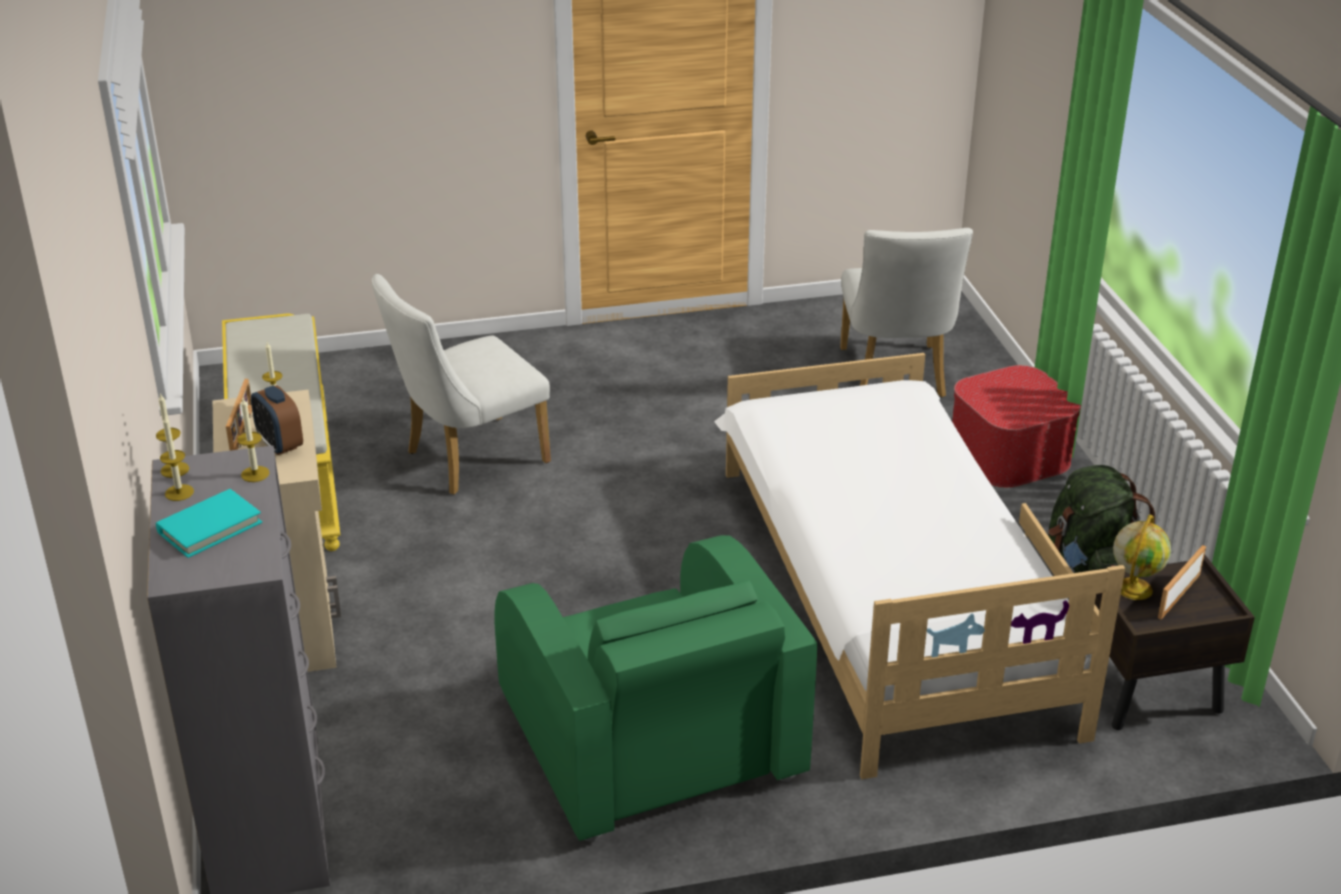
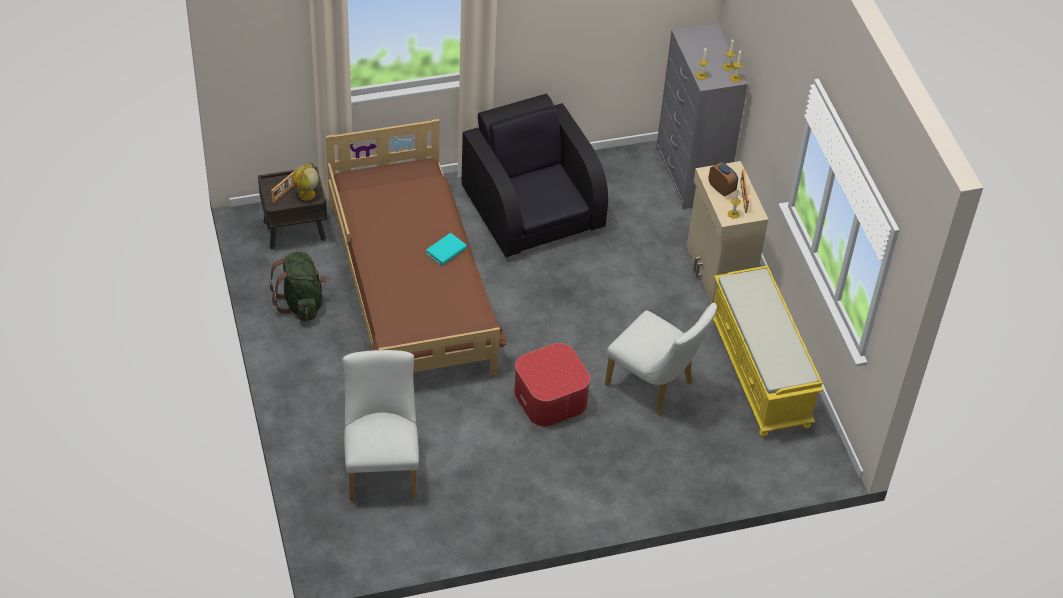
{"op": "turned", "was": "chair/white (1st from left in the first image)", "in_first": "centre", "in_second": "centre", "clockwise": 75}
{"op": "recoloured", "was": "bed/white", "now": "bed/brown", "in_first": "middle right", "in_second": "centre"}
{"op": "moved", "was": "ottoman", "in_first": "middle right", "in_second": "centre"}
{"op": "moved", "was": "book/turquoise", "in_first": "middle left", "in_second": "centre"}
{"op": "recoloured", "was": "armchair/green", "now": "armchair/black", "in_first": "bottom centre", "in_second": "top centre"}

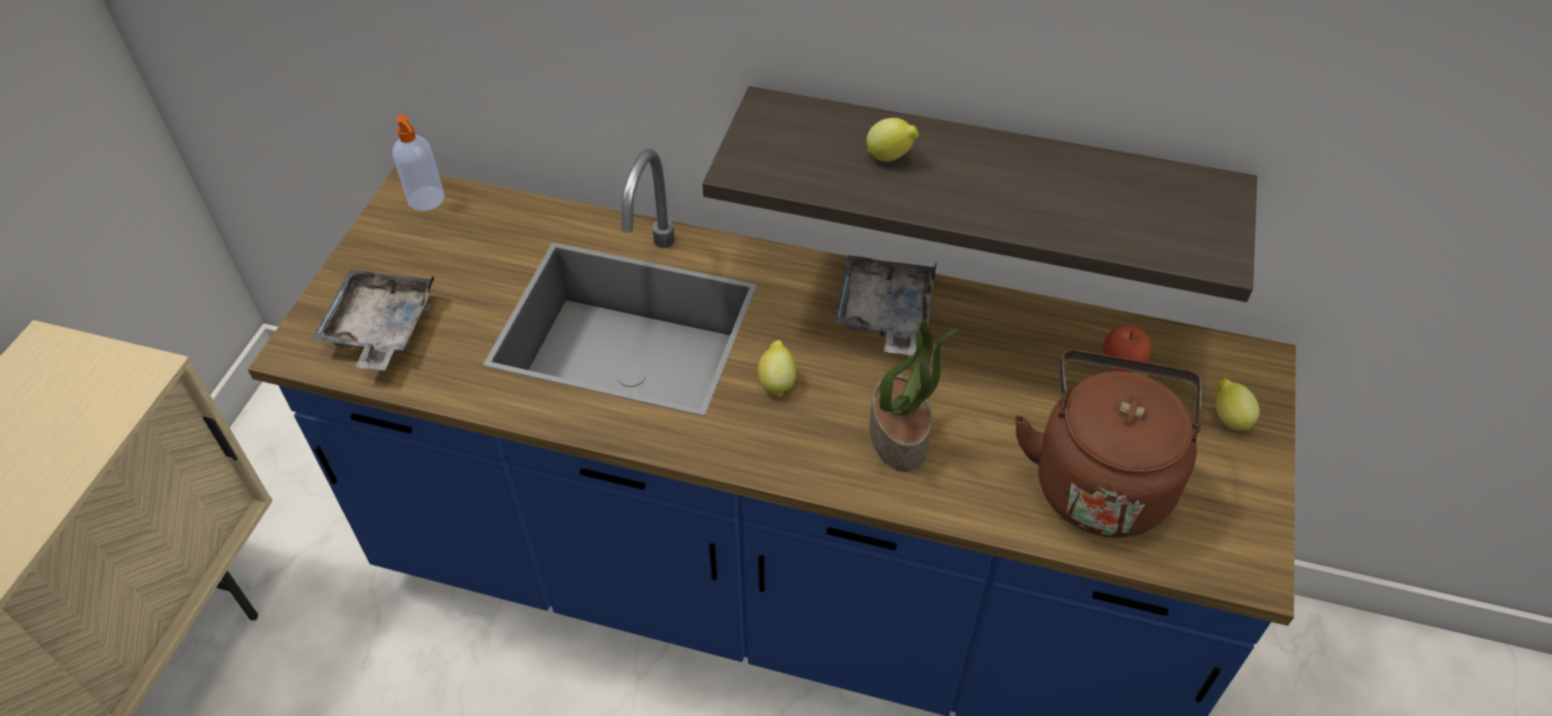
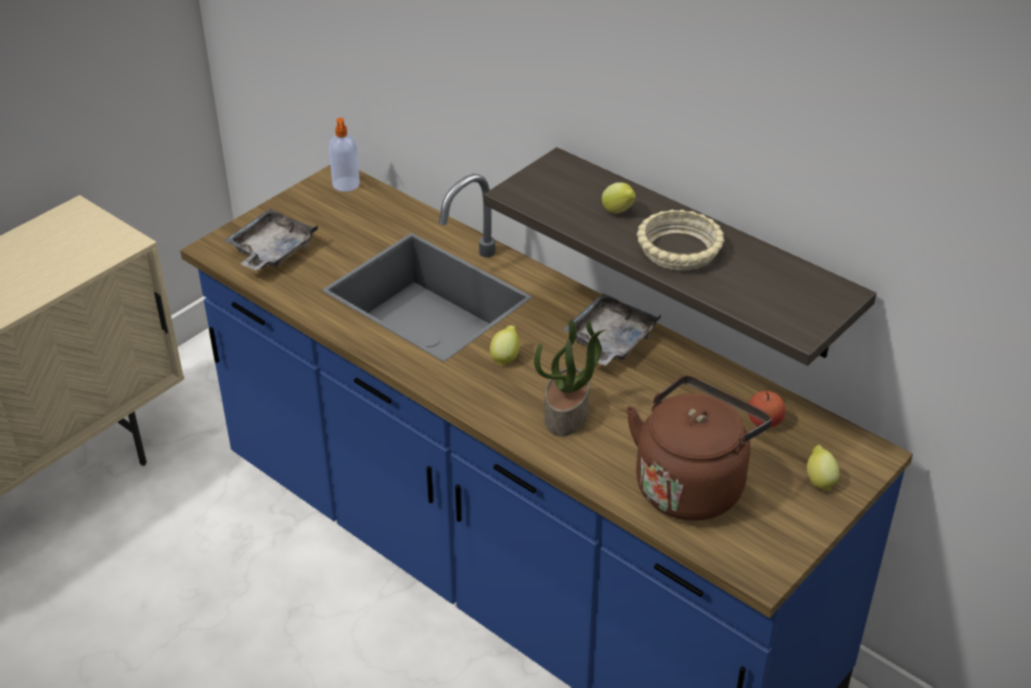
{"op": "added", "now": "bowl/beige", "in_second": "centre"}

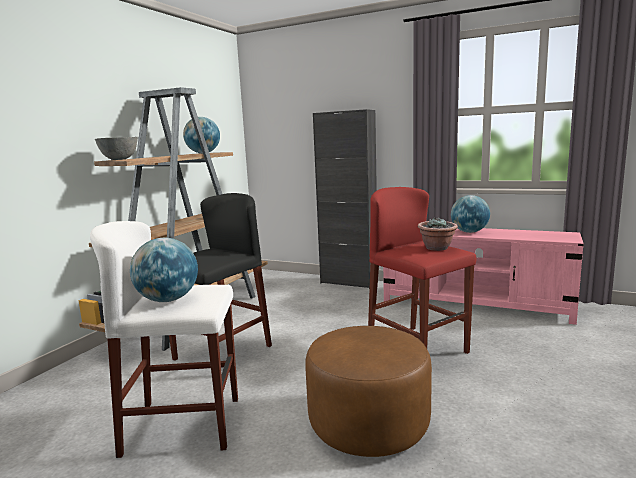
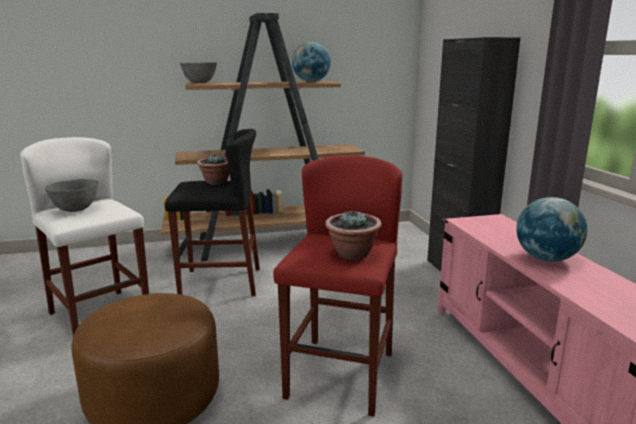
{"op": "replaced", "was": "globe (1st from left)", "now": "bowl/grey (1st from left)", "in_first": "middle left", "in_second": "middle left"}
{"op": "added", "now": "potted plant (1st from left)", "in_second": "centre"}

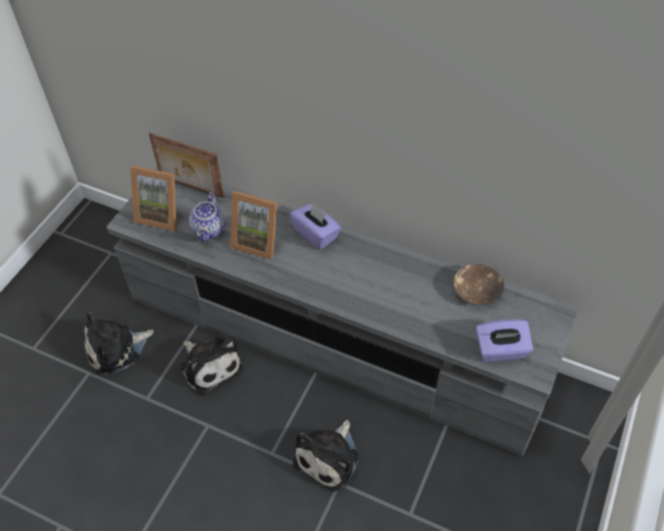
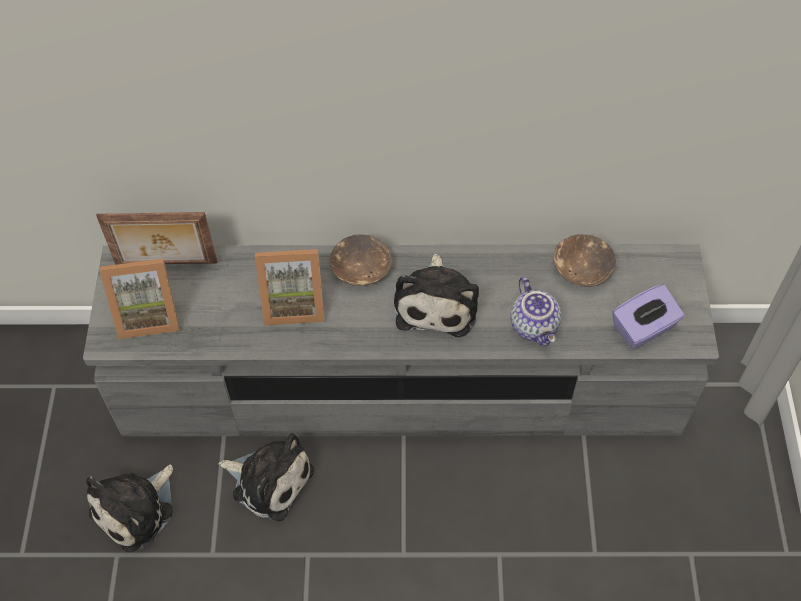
{"op": "moved", "was": "teapot", "in_first": "middle left", "in_second": "middle right"}
{"op": "replaced", "was": "tissue box/purple (1st from left)", "now": "bowl/brown (1st from left)", "in_first": "centre", "in_second": "centre"}
{"op": "moved", "was": "plush toy (3rd from left)", "in_first": "bottom centre", "in_second": "centre"}

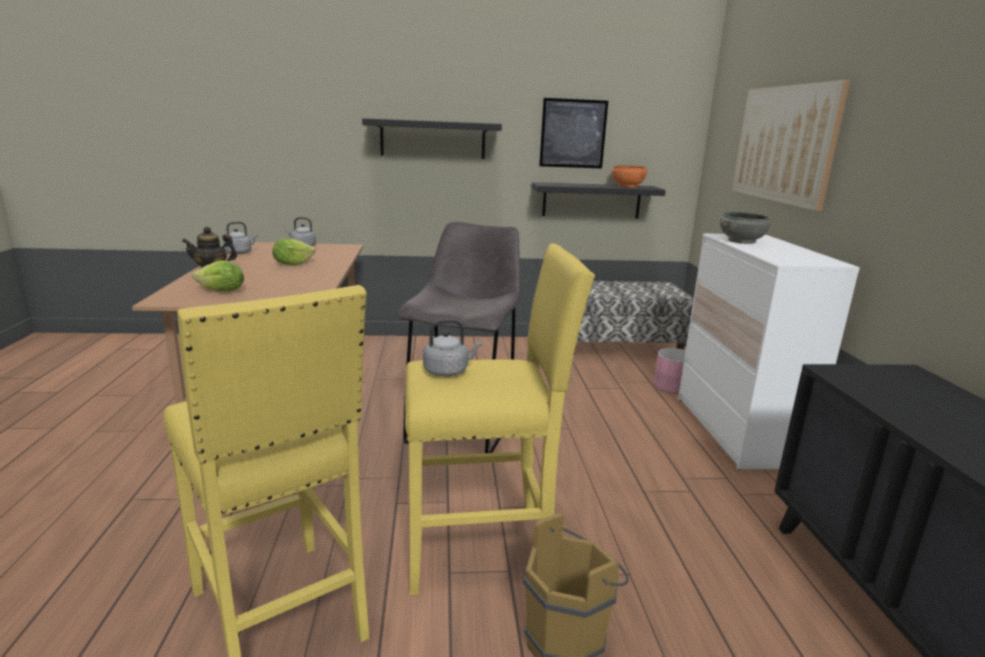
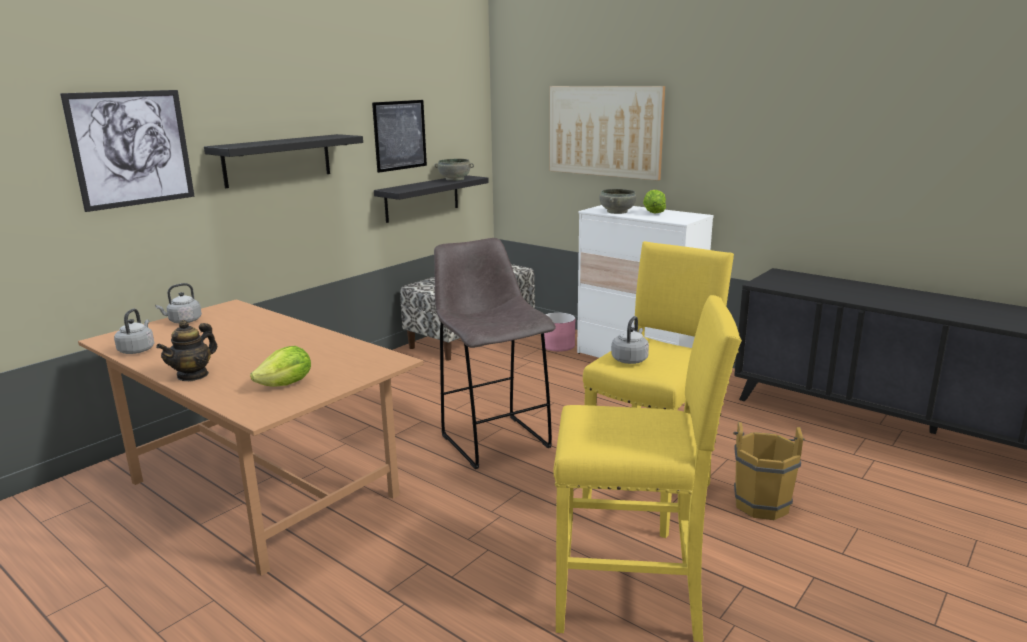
{"op": "recoloured", "was": "bowl/orange", "now": "bowl/grey (1st from left)", "in_first": "top centre", "in_second": "top centre"}
{"op": "moved", "was": "lettuce (2nd from left)", "in_first": "middle left", "in_second": "top centre"}
{"op": "added", "now": "picture (1st from left)", "in_second": "top left"}

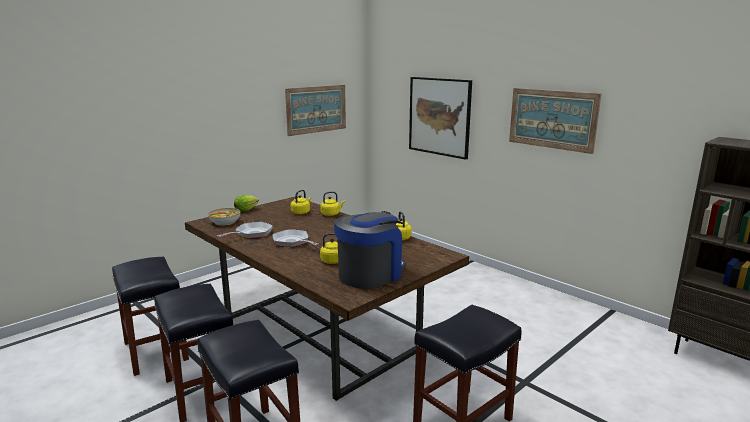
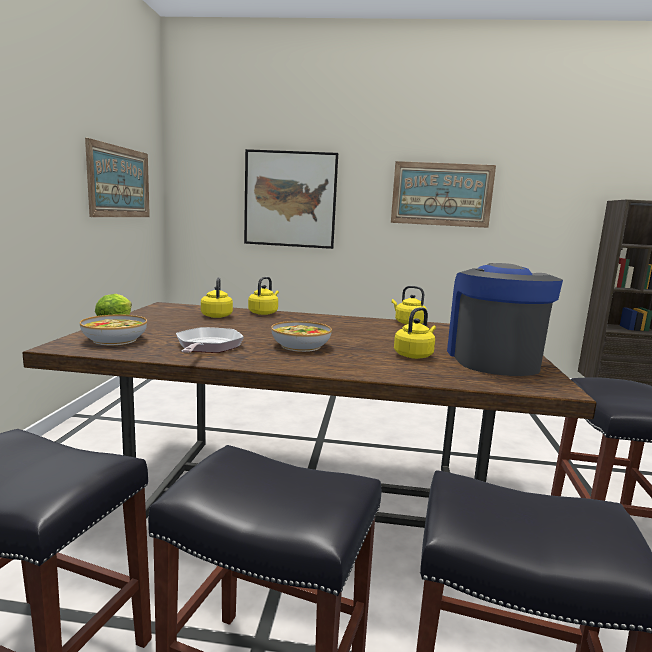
{"op": "replaced", "was": "frying pan (2nd from left)", "now": "bowl (2nd from left)", "in_first": "centre", "in_second": "centre"}

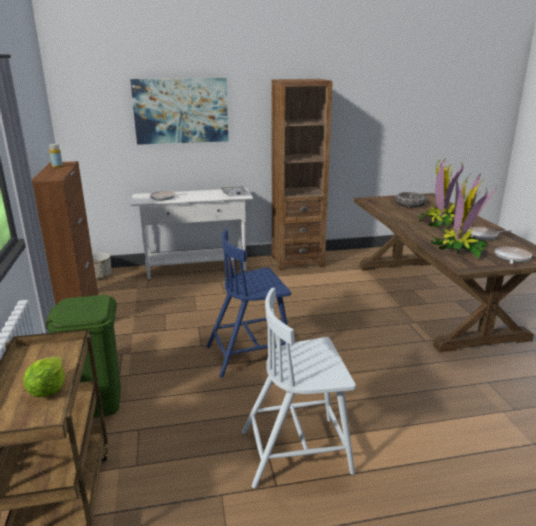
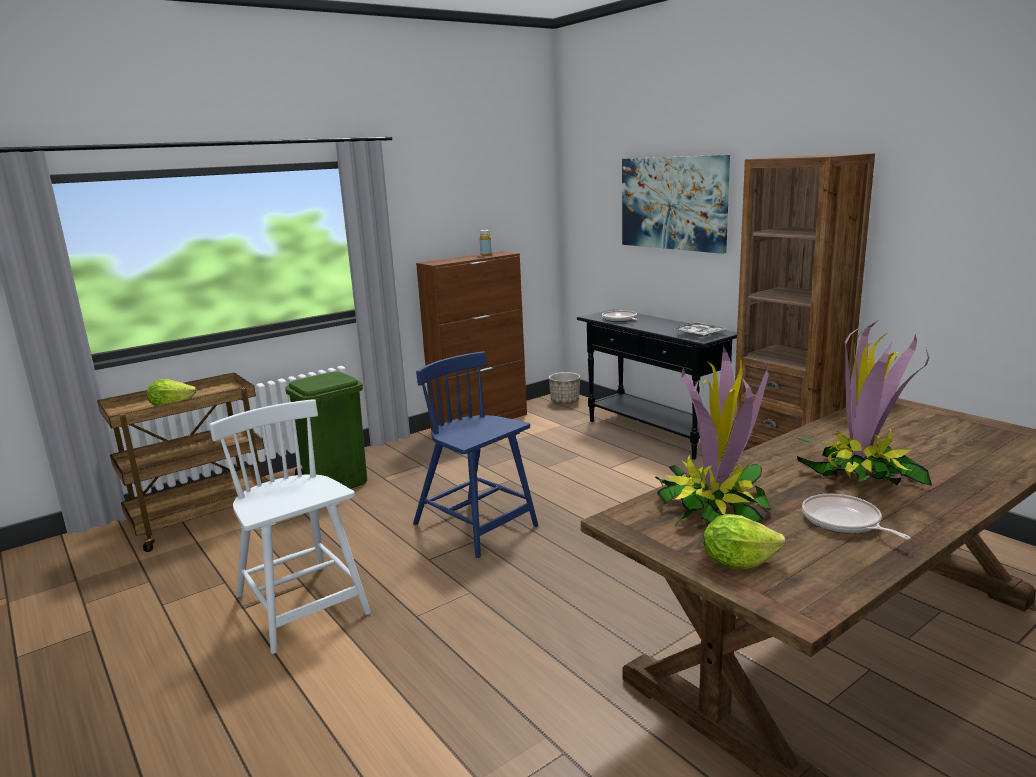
{"op": "recoloured", "was": "console table/white", "now": "console table/black", "in_first": "centre", "in_second": "centre"}
{"op": "removed", "was": "bowl", "in_first": "middle right"}
{"op": "replaced", "was": "frying pan (3rd from left)", "now": "lettuce (2nd from left)", "in_first": "middle right", "in_second": "bottom right"}

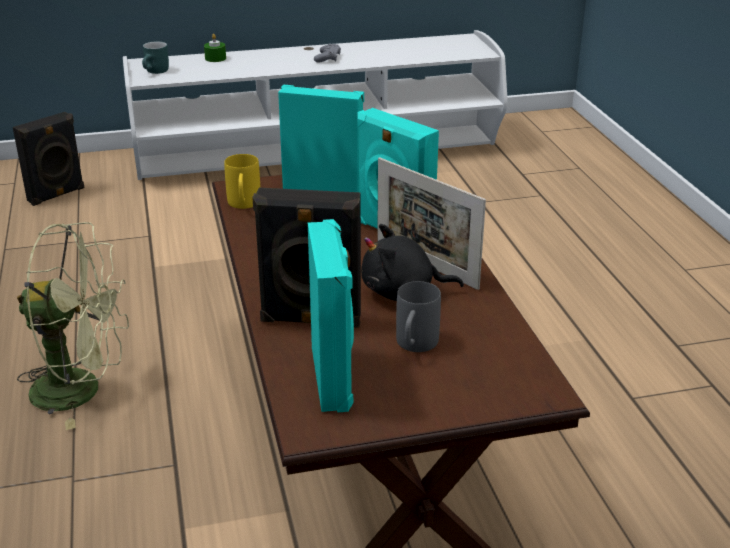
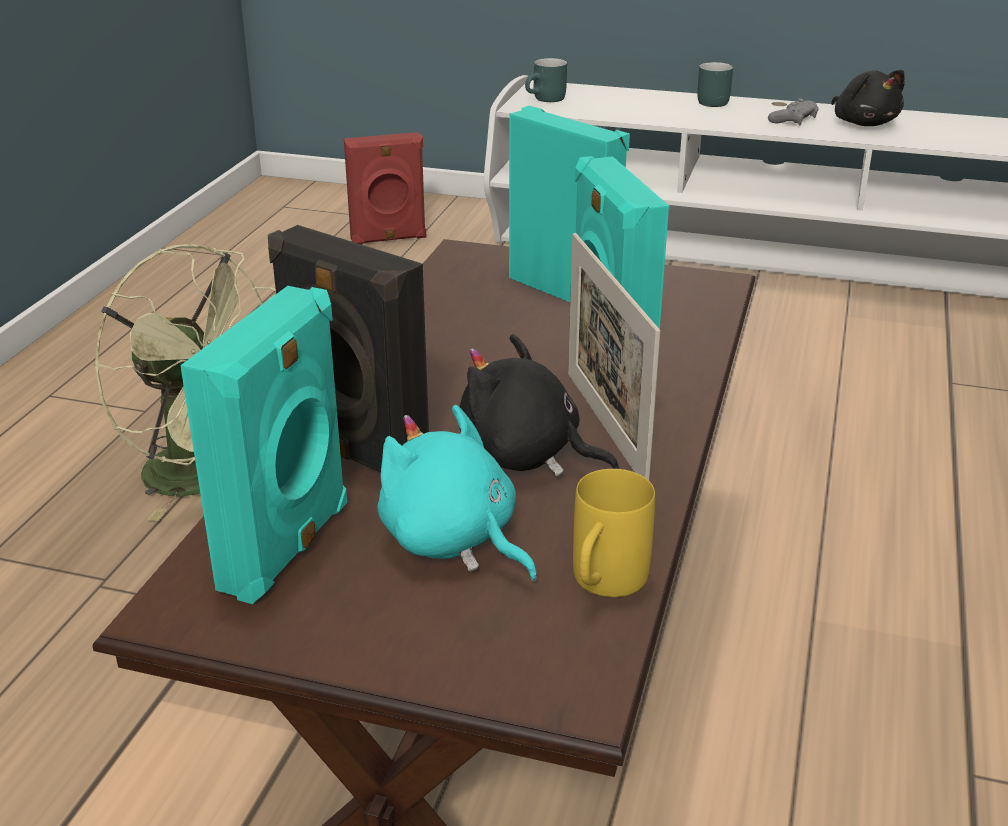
{"op": "removed", "was": "candle/green", "in_first": "top left"}
{"op": "recoloured", "was": "speaker/black (1st from left)", "now": "speaker/red", "in_first": "top left", "in_second": "top centre"}
{"op": "moved", "was": "mug/yellow", "in_first": "top left", "in_second": "centre"}
{"op": "replaced", "was": "mug/grey", "now": "plush toy/turquoise", "in_first": "centre", "in_second": "centre"}
{"op": "added", "now": "mug/turquoise (2nd from left)", "in_second": "top right"}
{"op": "added", "now": "plush toy/black (2nd from left)", "in_second": "top right"}

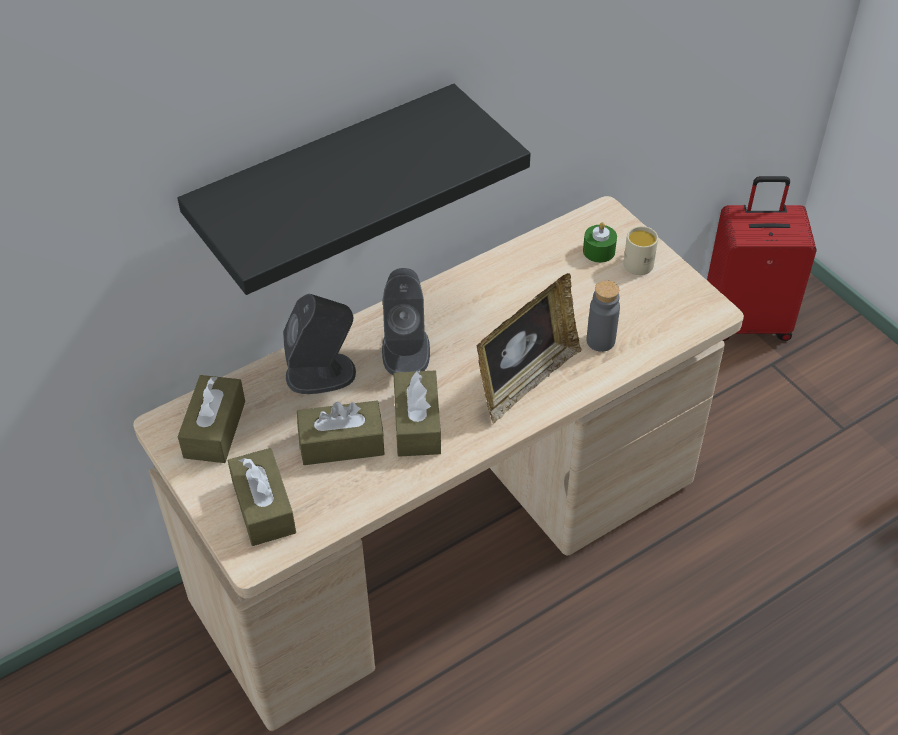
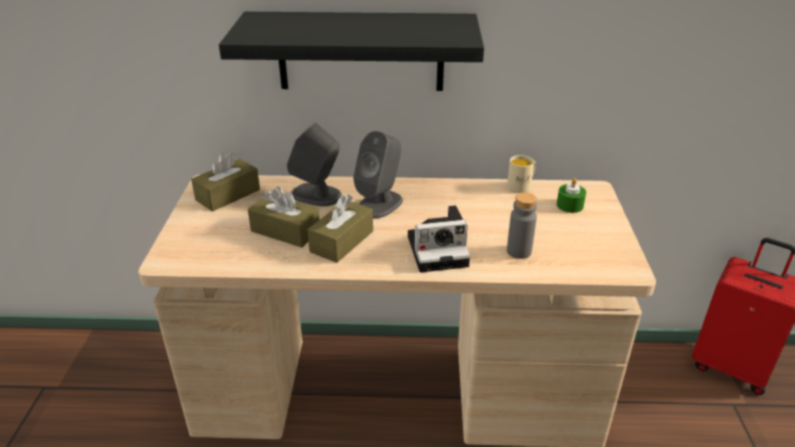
{"op": "moved", "was": "mug/beige", "in_first": "middle right", "in_second": "centre"}
{"op": "replaced", "was": "picture frame", "now": "photo camera", "in_first": "centre", "in_second": "centre"}
{"op": "removed", "was": "tissue box/brown (2nd from left)", "in_first": "bottom left"}

